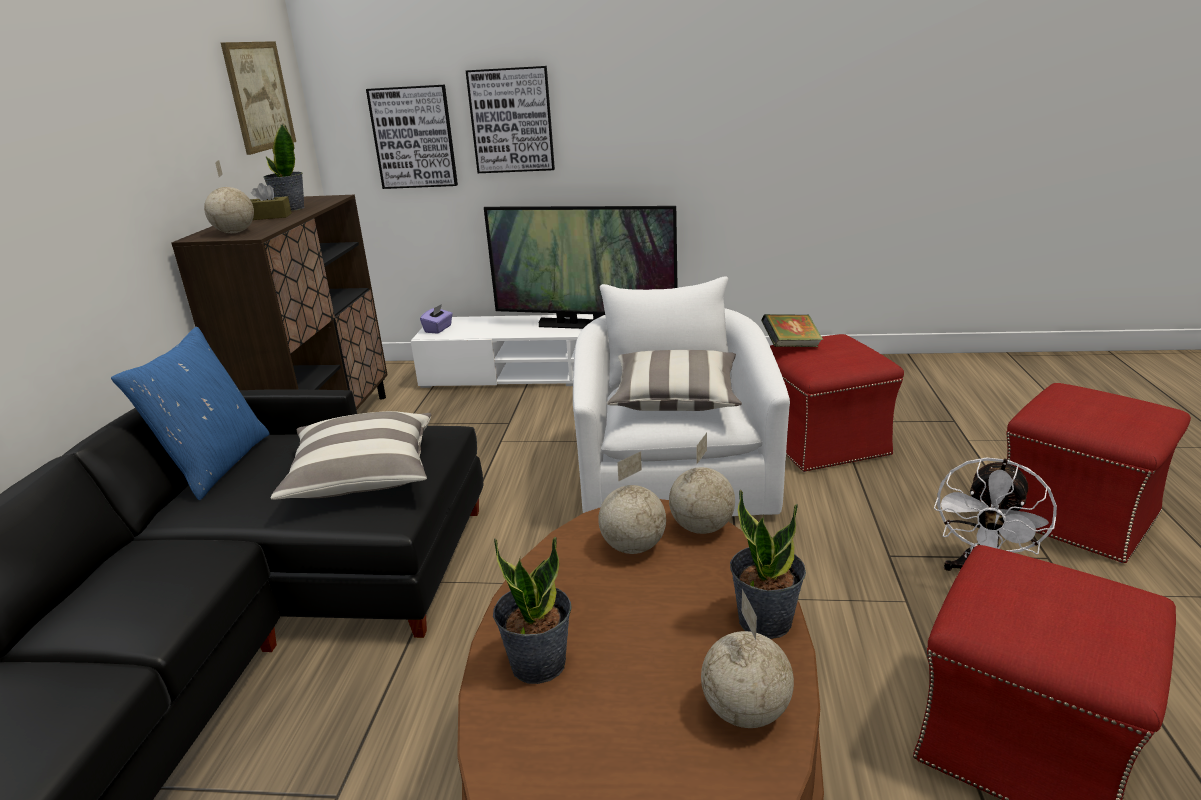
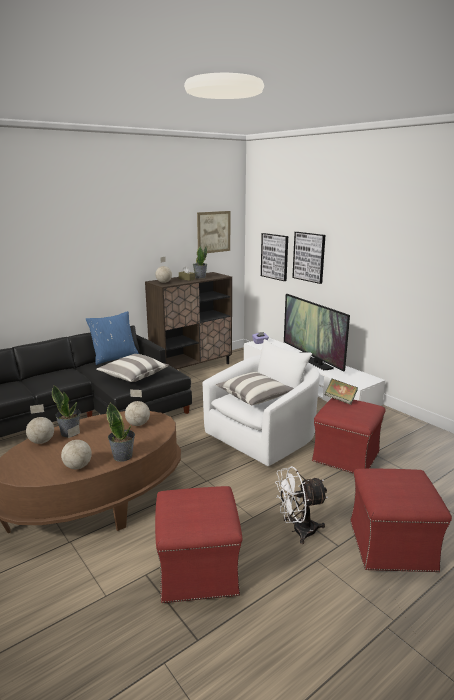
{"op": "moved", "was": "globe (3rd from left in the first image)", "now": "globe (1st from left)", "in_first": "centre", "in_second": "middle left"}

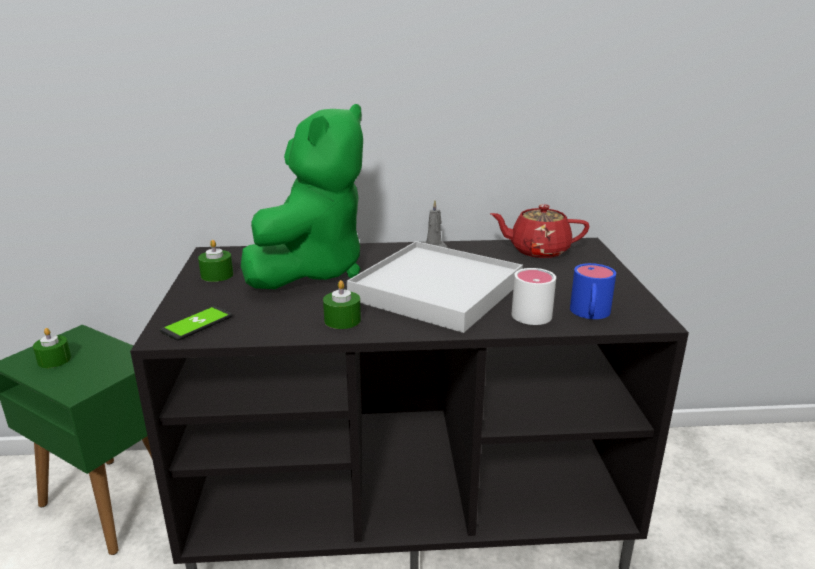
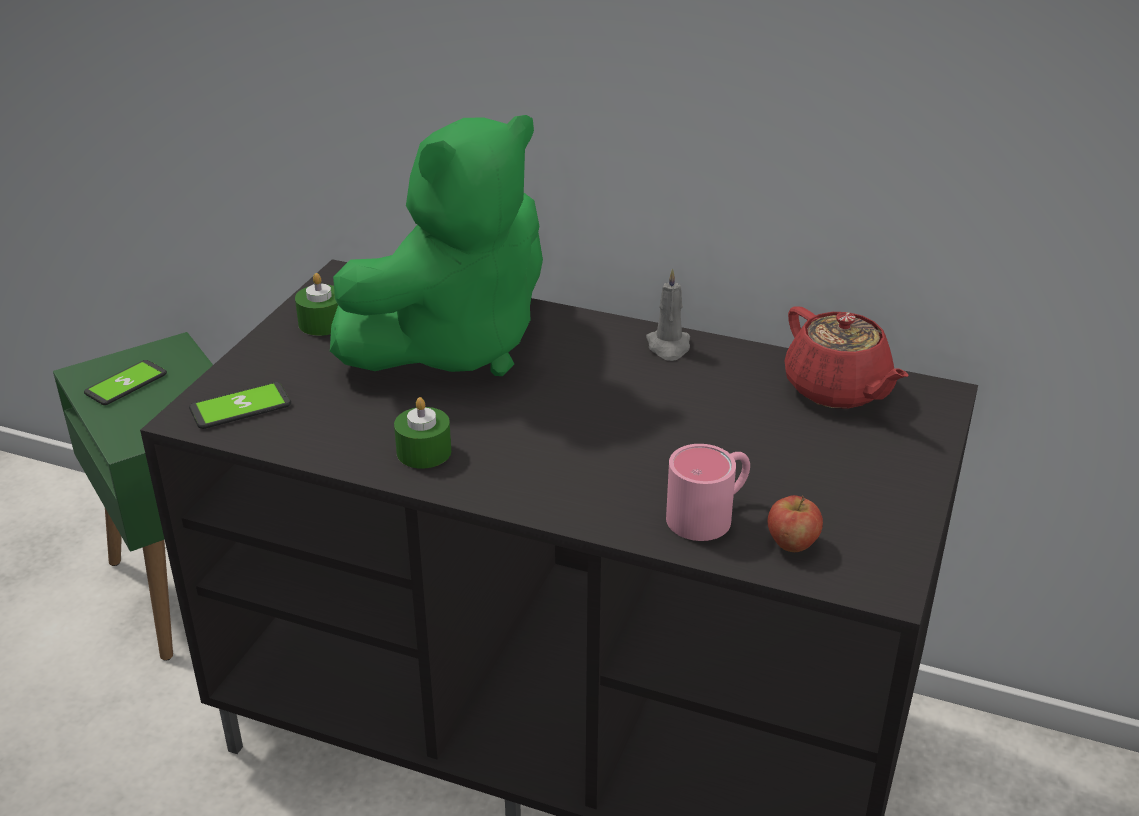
{"op": "turned", "was": "teapot/red", "in_first": "centre", "in_second": "middle right", "clockwise": -150}
{"op": "removed", "was": "tray/white", "in_first": "centre"}
{"op": "replaced", "was": "mug/blue", "now": "apple", "in_first": "middle right", "in_second": "middle right"}
{"op": "recoloured", "was": "mug/white", "now": "mug/pink", "in_first": "centre", "in_second": "centre"}
{"op": "replaced", "was": "candle/green (1st from left)", "now": "phone (1st from left)", "in_first": "middle left", "in_second": "middle left"}

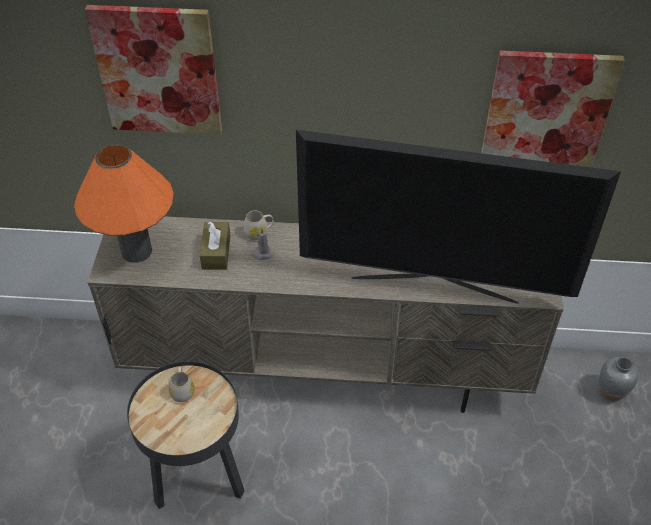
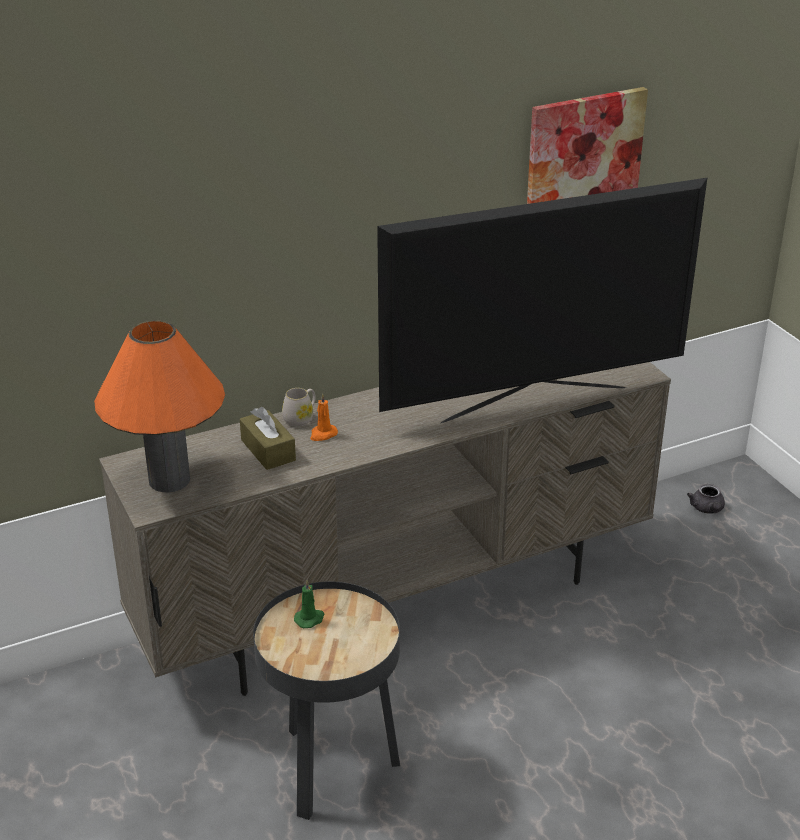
{"op": "removed", "was": "picture (1st from left)", "in_first": "top left"}
{"op": "recoloured", "was": "candle/grey", "now": "candle/orange", "in_first": "centre", "in_second": "centre"}
{"op": "replaced", "was": "vase/grey", "now": "teapot/grey", "in_first": "bottom right", "in_second": "middle right"}
{"op": "replaced", "was": "mug/white (1st from left)", "now": "candle/green", "in_first": "bottom left", "in_second": "bottom centre"}

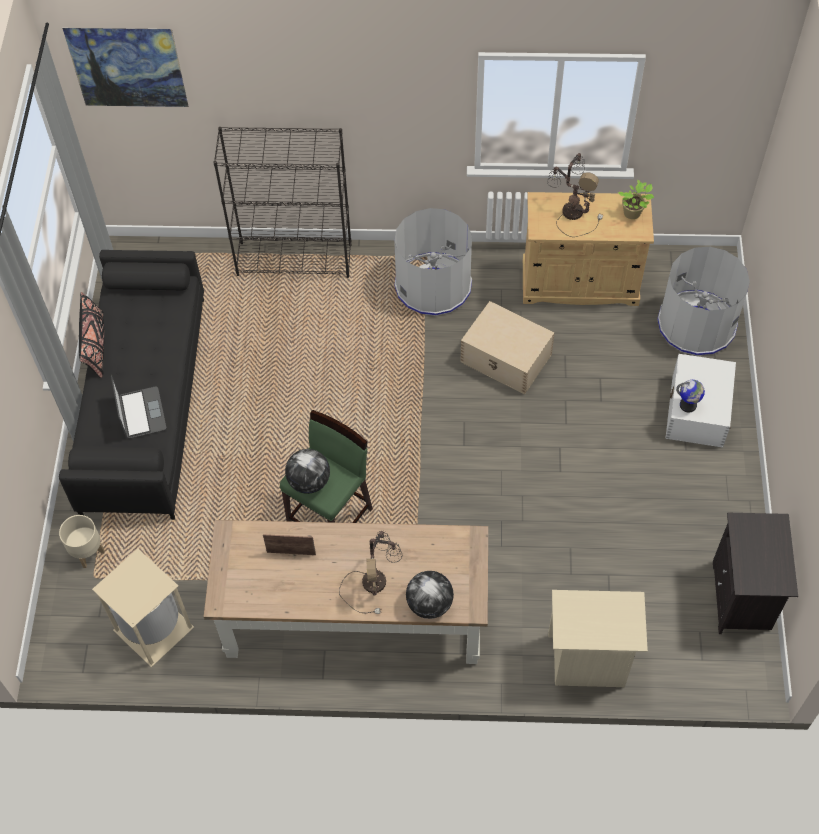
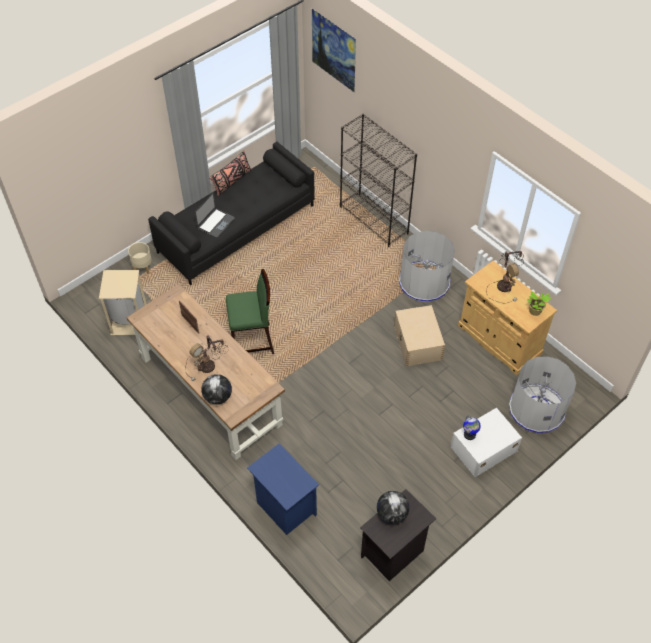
{"op": "moved", "was": "globe (1st from left in the first image)", "now": "globe (2nd from left)", "in_first": "centre", "in_second": "bottom centre"}
{"op": "recoloured", "was": "nightstand/beige", "now": "nightstand/blue", "in_first": "bottom right", "in_second": "bottom centre"}

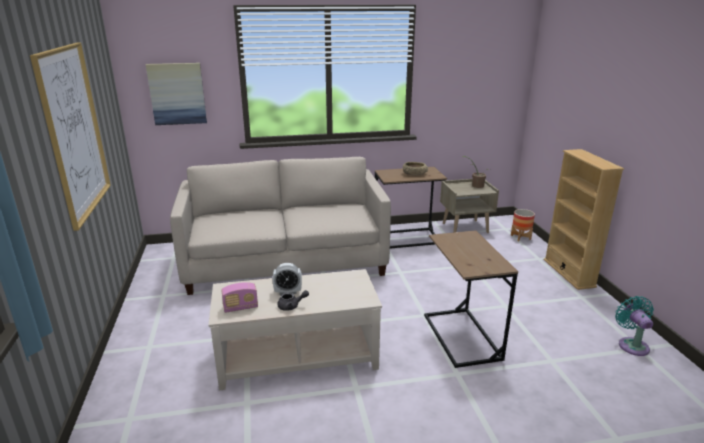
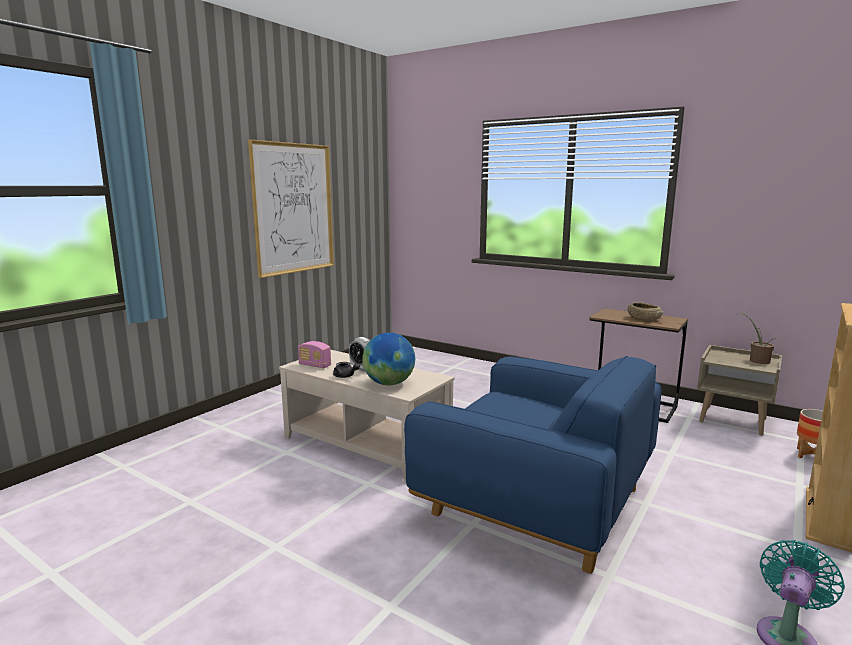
{"op": "removed", "was": "picture (2nd from left)", "in_first": "top left"}
{"op": "removed", "was": "sofa/beige", "in_first": "centre"}
{"op": "replaced", "was": "side table/brown (2nd from left)", "now": "armchair/blue", "in_first": "bottom right", "in_second": "bottom centre"}
{"op": "added", "now": "globe", "in_second": "centre"}

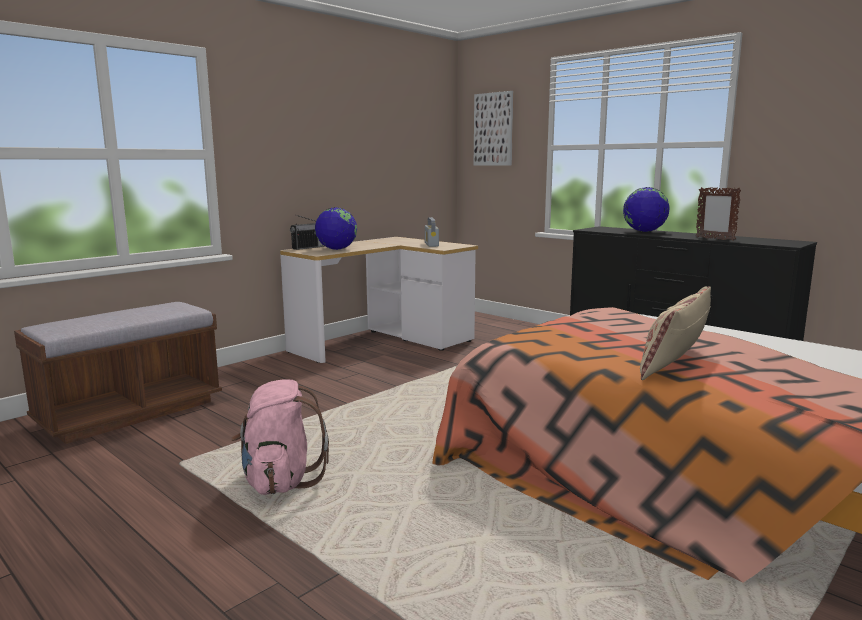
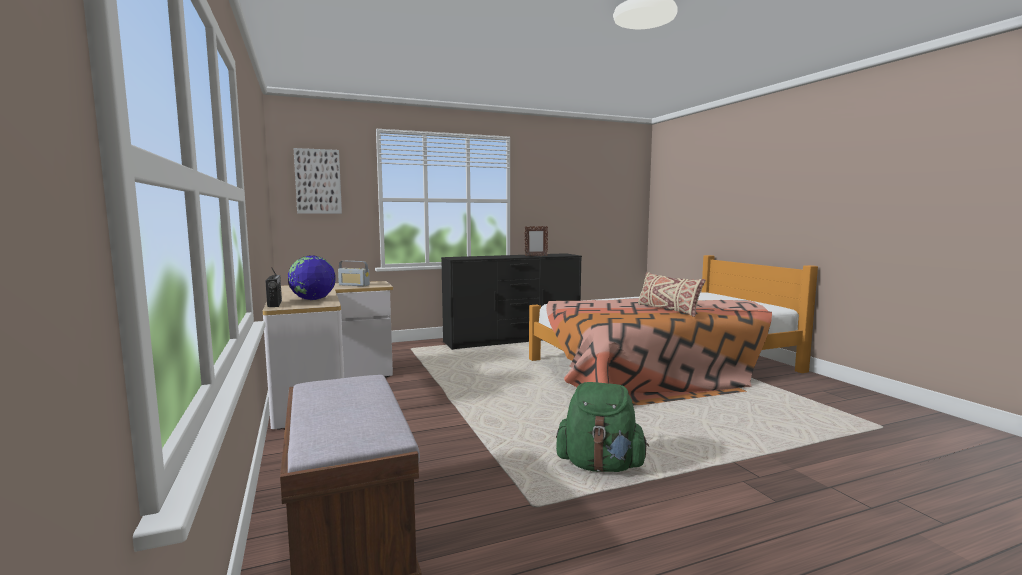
{"op": "removed", "was": "globe (2nd from left)", "in_first": "middle right"}
{"op": "recoloured", "was": "backpack/pink", "now": "backpack/green", "in_first": "bottom left", "in_second": "bottom centre"}

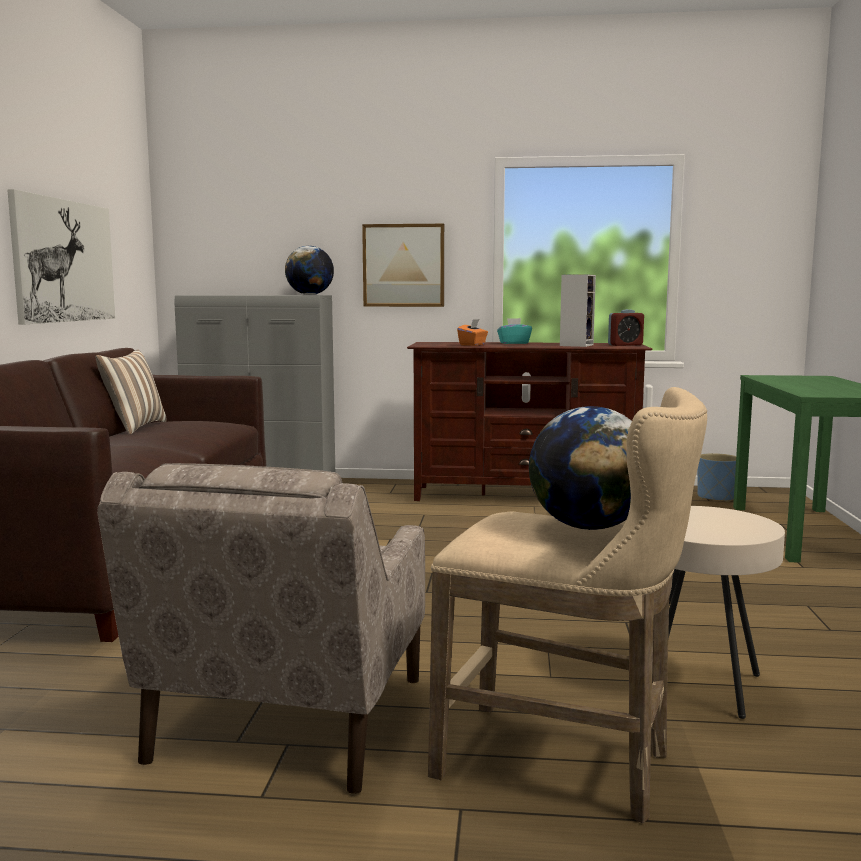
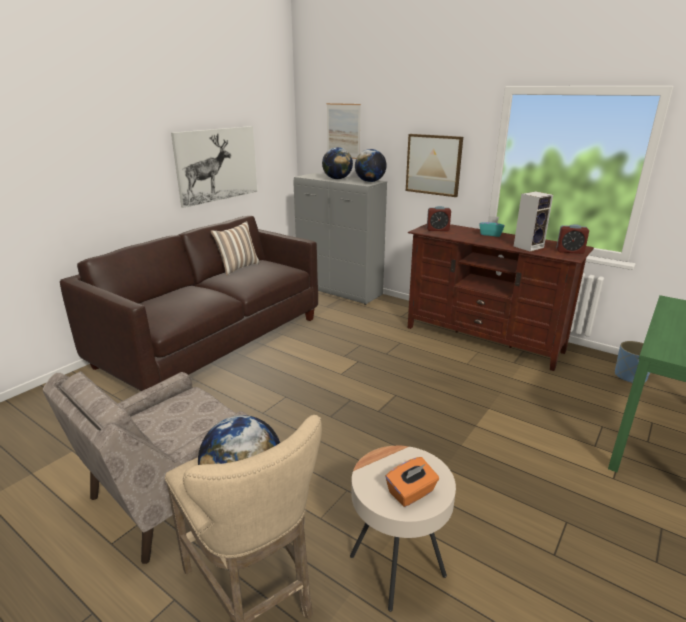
{"op": "moved", "was": "tissue box/orange", "in_first": "centre", "in_second": "bottom centre"}
{"op": "added", "now": "picture (2nd from left)", "in_second": "top centre"}
{"op": "added", "now": "globe (2nd from left)", "in_second": "top centre"}
{"op": "added", "now": "alarm clock (1st from left)", "in_second": "centre"}

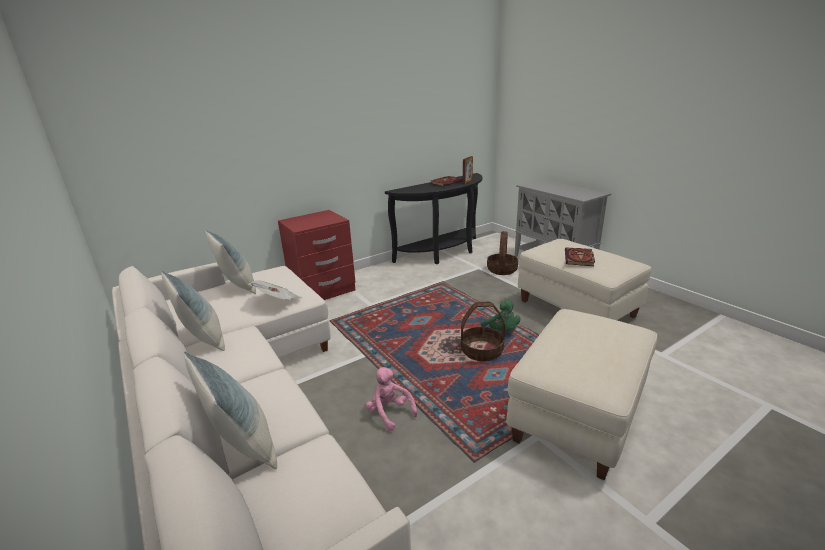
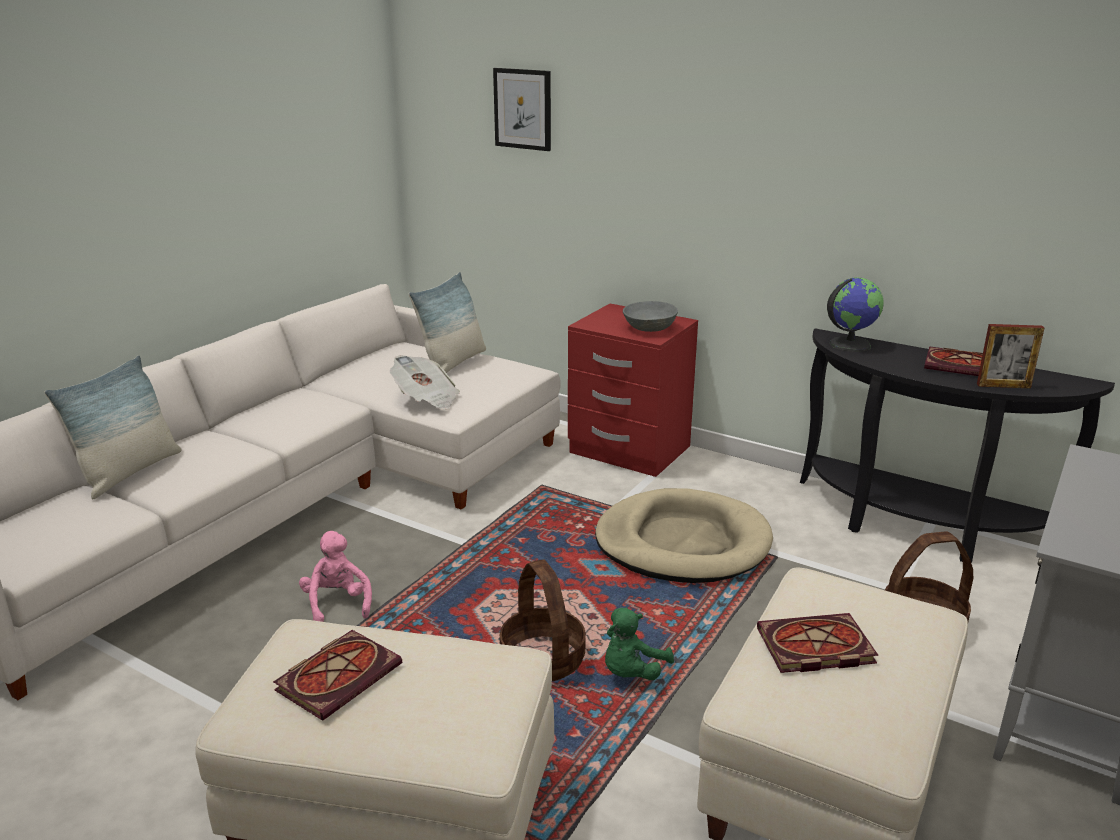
{"op": "removed", "was": "pillow (1st from left)", "in_first": "middle left"}
{"op": "turned", "was": "plush toy/pink", "in_first": "bottom centre", "in_second": "bottom left", "clockwise": -45}
{"op": "added", "now": "picture", "in_second": "top centre"}
{"op": "added", "now": "globe", "in_second": "middle right"}
{"op": "added", "now": "bowl/grey", "in_second": "centre"}
{"op": "added", "now": "dog bed/beige", "in_second": "centre"}
{"op": "added", "now": "book (1st from left)", "in_second": "bottom left"}

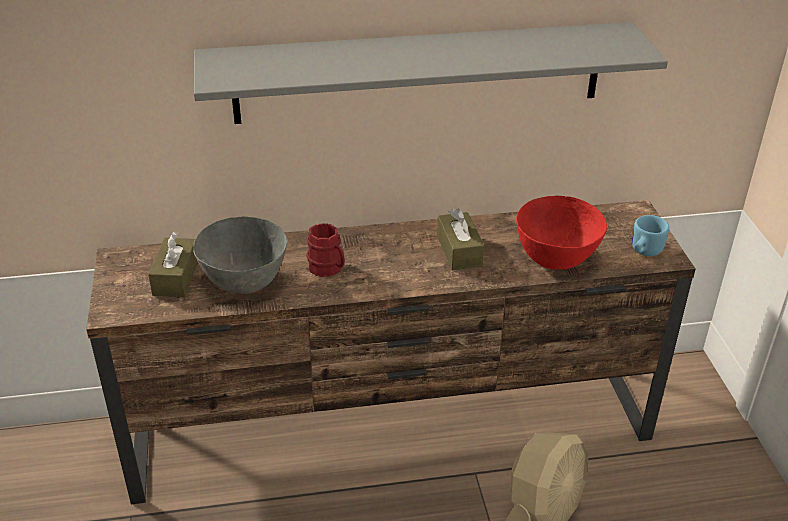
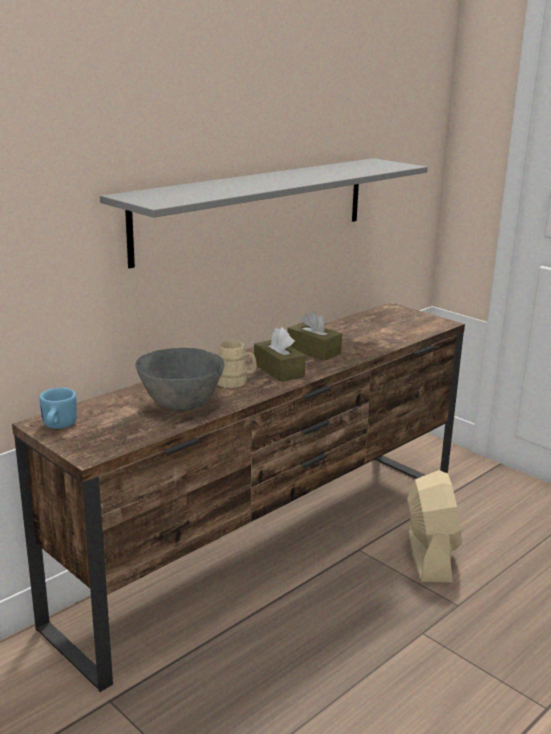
{"op": "removed", "was": "bowl/red", "in_first": "middle right"}
{"op": "moved", "was": "mug/blue", "in_first": "middle right", "in_second": "middle left"}
{"op": "recoloured", "was": "mug/red", "now": "mug/beige", "in_first": "centre", "in_second": "centre"}
{"op": "moved", "was": "tissue box/brown (1st from left)", "in_first": "middle left", "in_second": "centre"}

